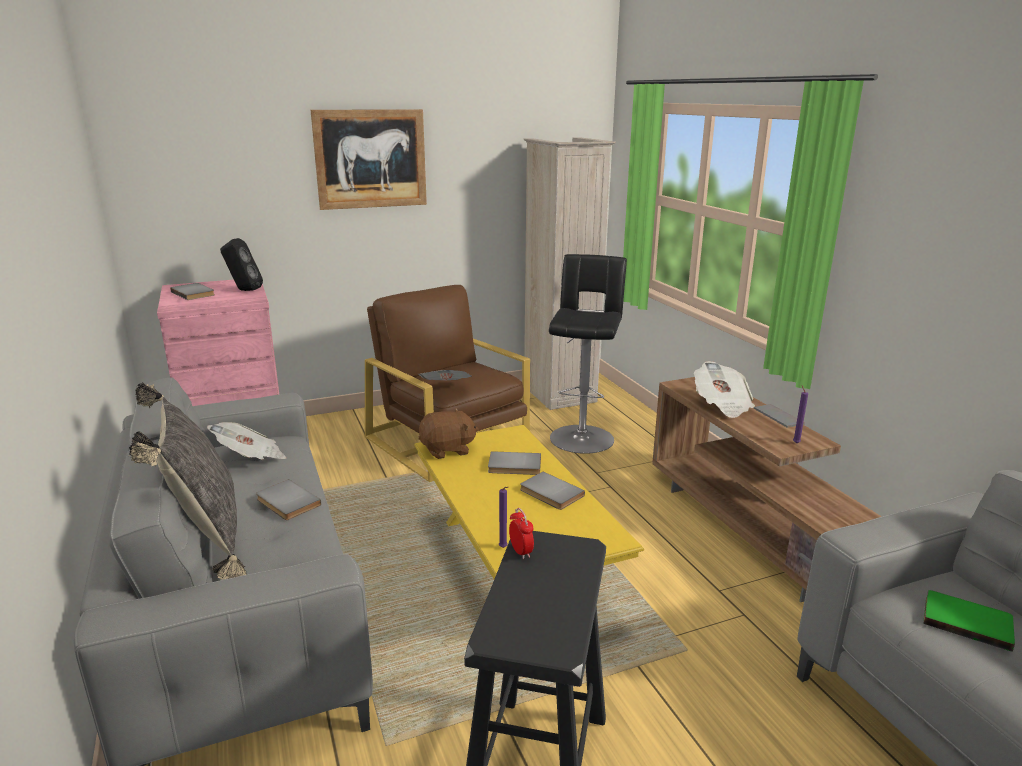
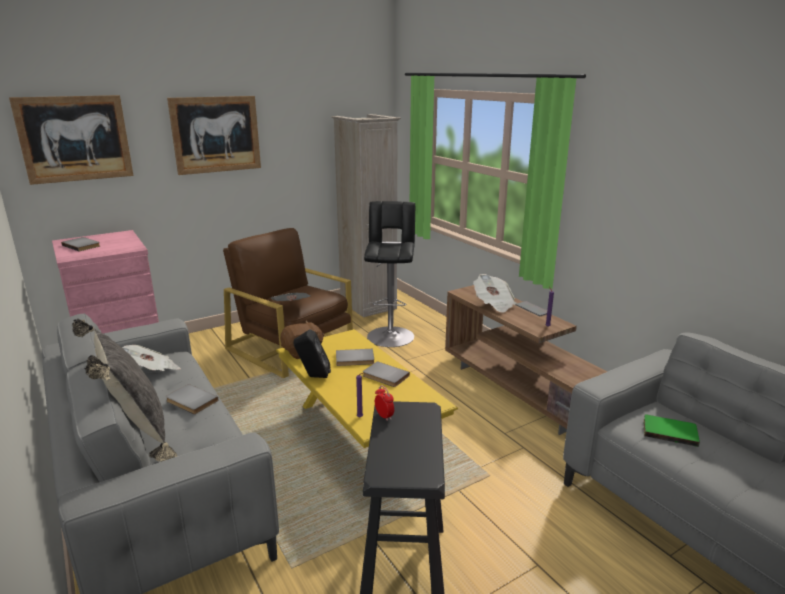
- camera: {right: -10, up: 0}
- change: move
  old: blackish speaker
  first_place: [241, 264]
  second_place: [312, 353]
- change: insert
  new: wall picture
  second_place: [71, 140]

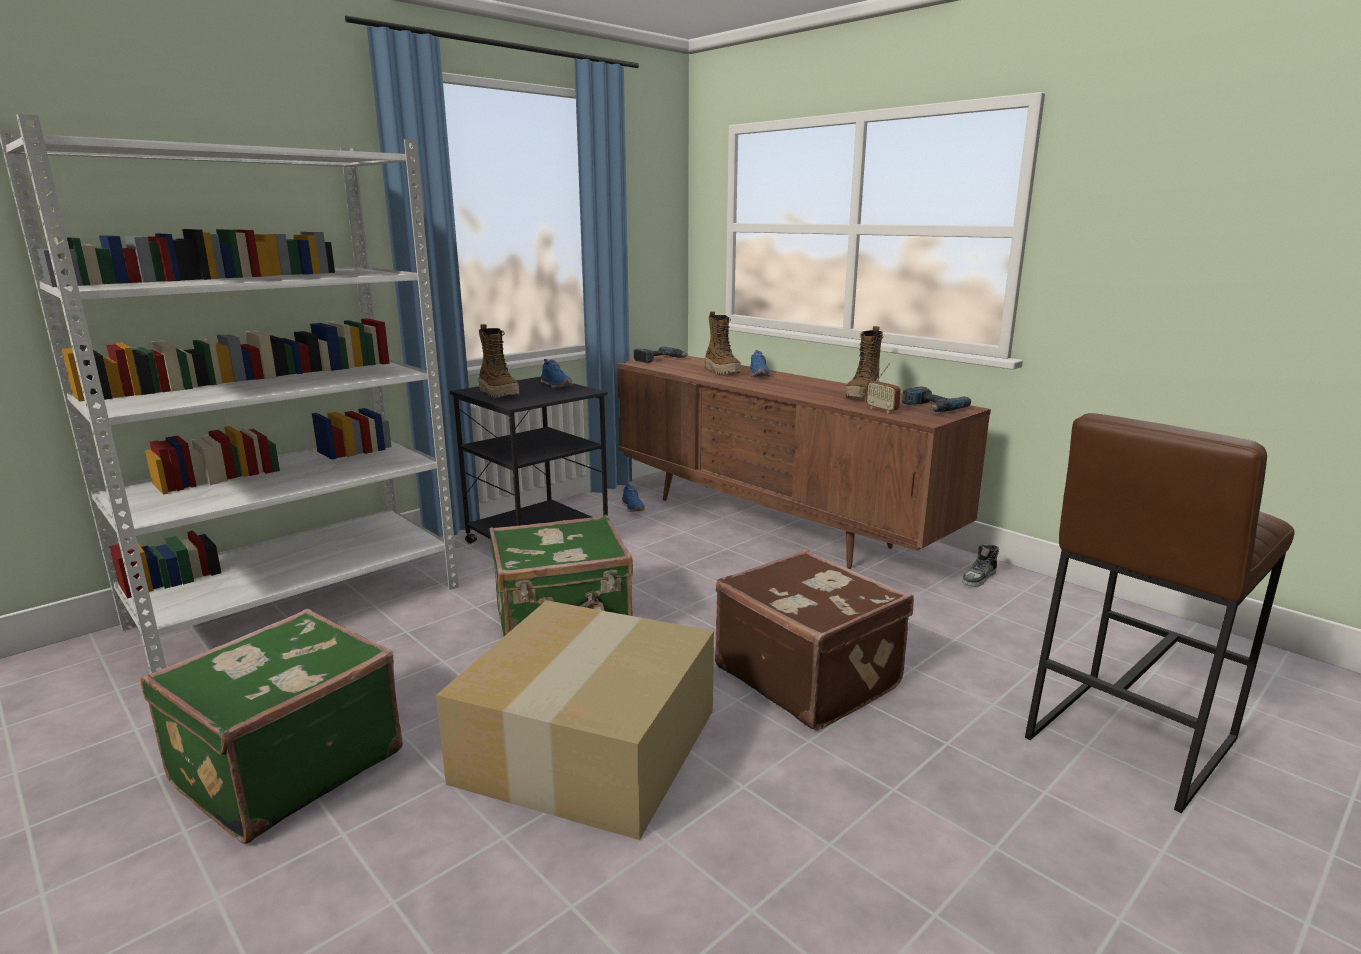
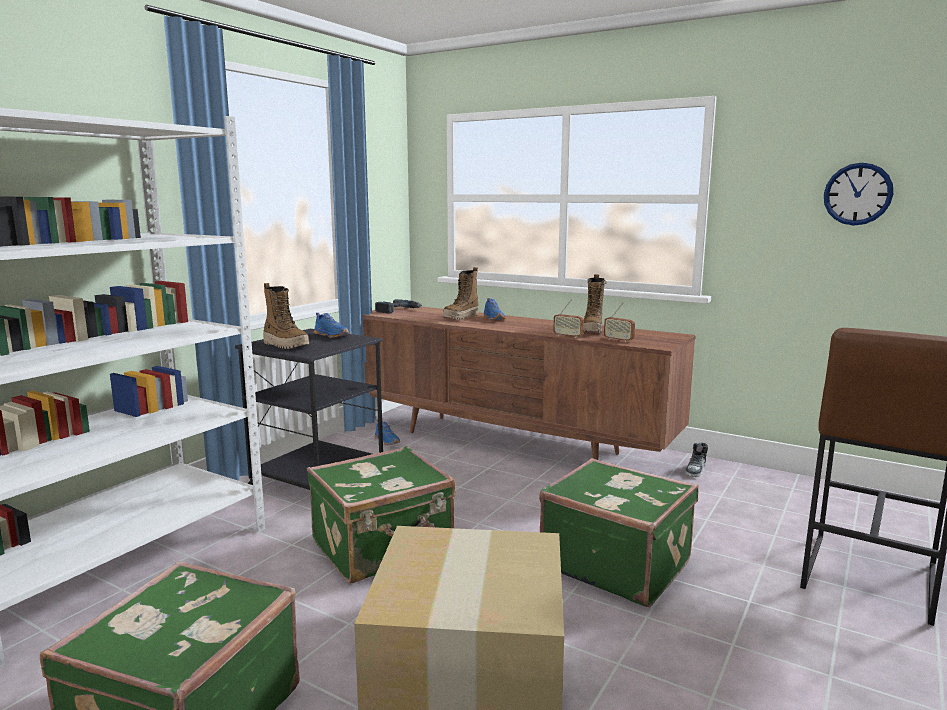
- camera: {right: -15, up: -5}
- change: rotate
  old: high-top boot
  first_place: [723, 343]
  second_place: [461, 293]
  degrees: 75
- change: delete
  old: electric drill
  first_place: [936, 399]
- change: recolor
  old: brown suitcase
  new: green-coloured suitcase
  first_place: [814, 640]
  second_place: [619, 532]
- change: insert
  new: hanging clock
  second_place: [858, 194]
- change: insert
  new: radio receiver
  second_place: [568, 318]

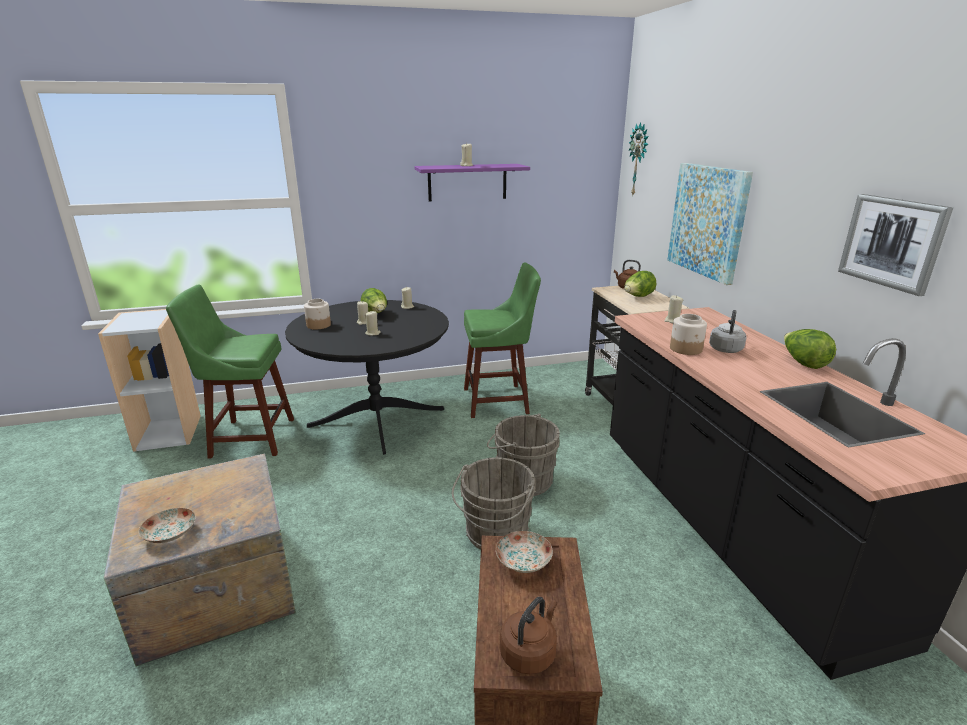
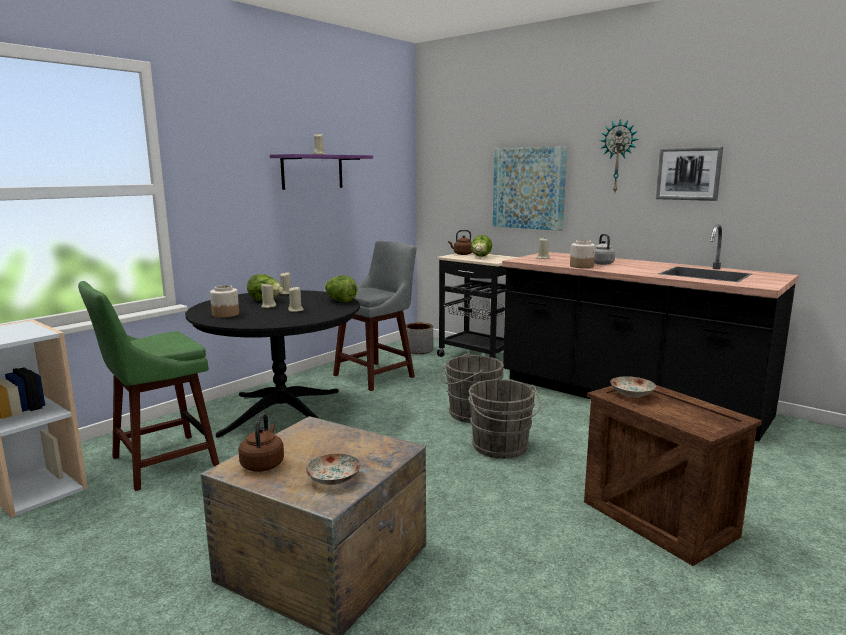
- camera: {right: -35, up: -10}
- change: move
  old: hanging clock
  first_place: [638, 159]
  second_place: [619, 155]
- change: recolor
  old: green-coloured plain chair
  new: grey plain chair
  first_place: [502, 340]
  second_place: [374, 316]
- change: move
  old: lettuce head
  first_place: [810, 349]
  second_place: [341, 289]
- change: move
  old: brown kettle
  first_place: [528, 635]
  second_place: [261, 442]
- change: insert
  new: grey flower pot
  second_place: [420, 338]

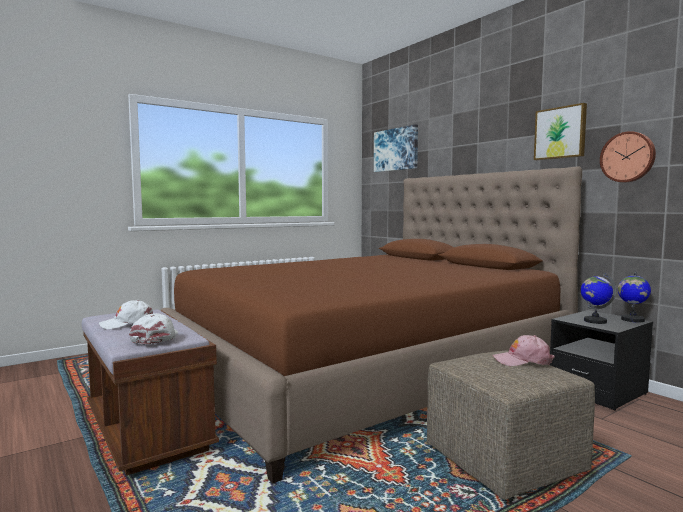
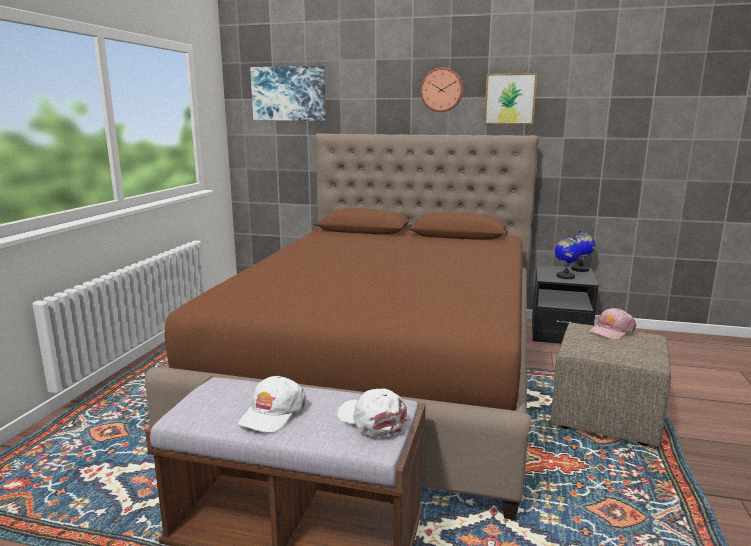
- camera: {right: -40, up: 10}
- change: move
  old: hanging clock
  first_place: [628, 156]
  second_place: [441, 89]

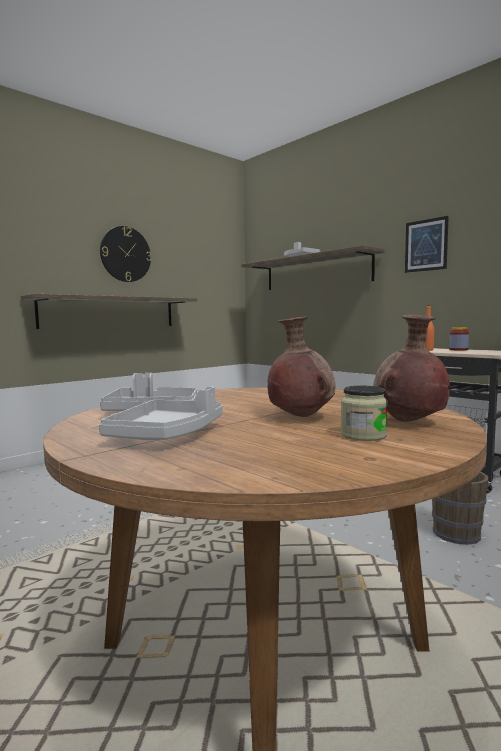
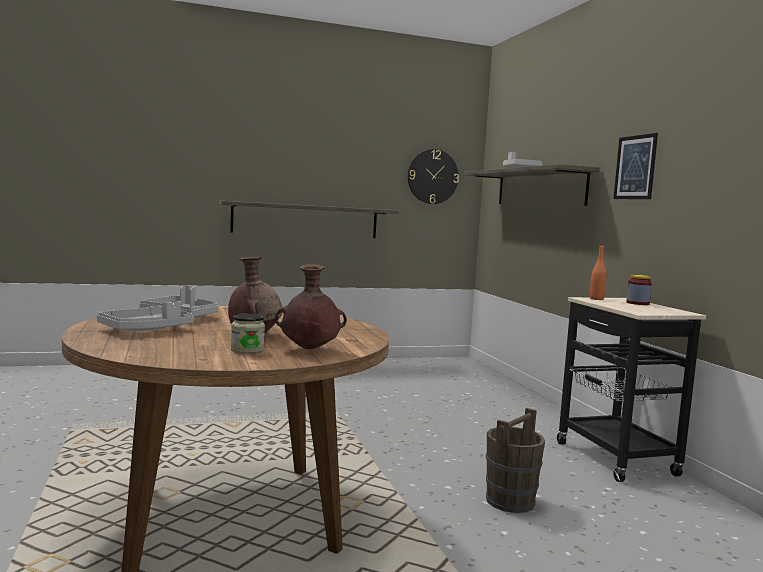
- camera: {right: 25, up: 0}
- change: move
  old: hanging clock
  first_place: [125, 254]
  second_place: [433, 176]

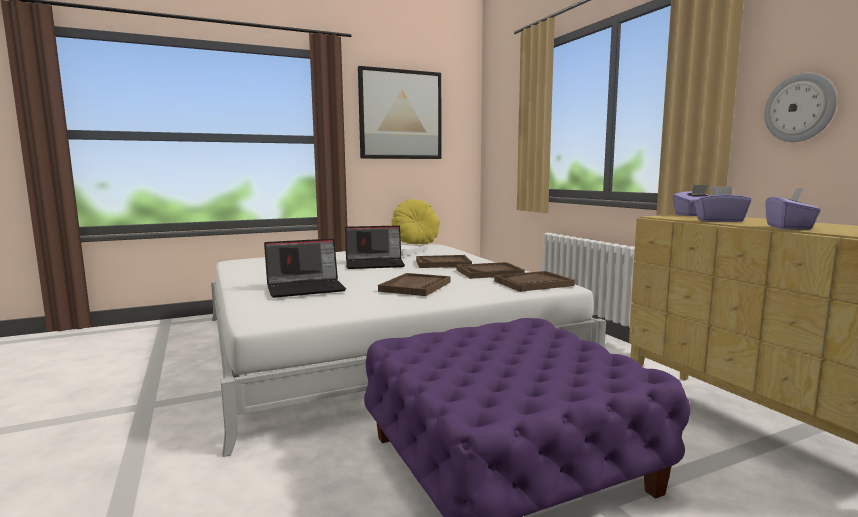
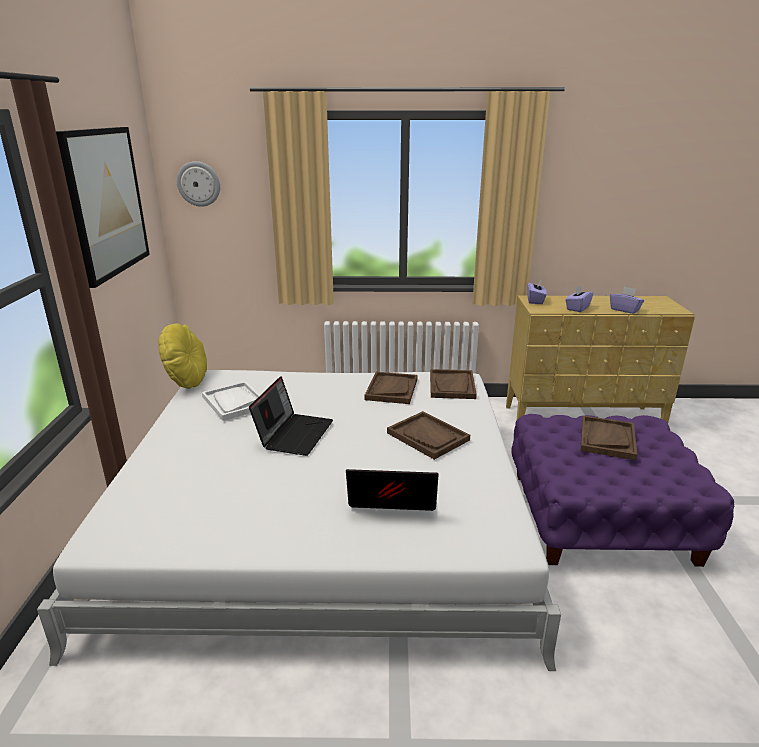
- camera: {right: -65, up: 15}
- change: move
  old: hanging clock
  first_place: [800, 107]
  second_place: [198, 184]
- change: rotate
  old: notebook computer
  first_place: [305, 268]
  second_place: [392, 490]
  degrees: -90
- change: move
  old: brown carrying tray
  first_place: [444, 261]
  second_place: [608, 437]

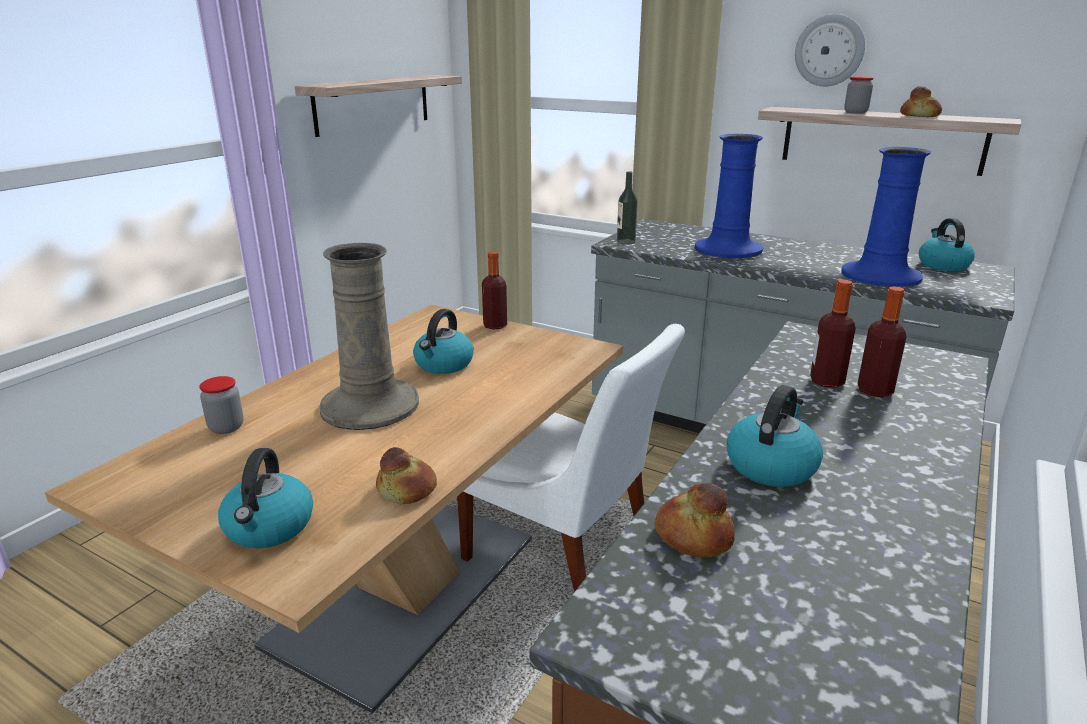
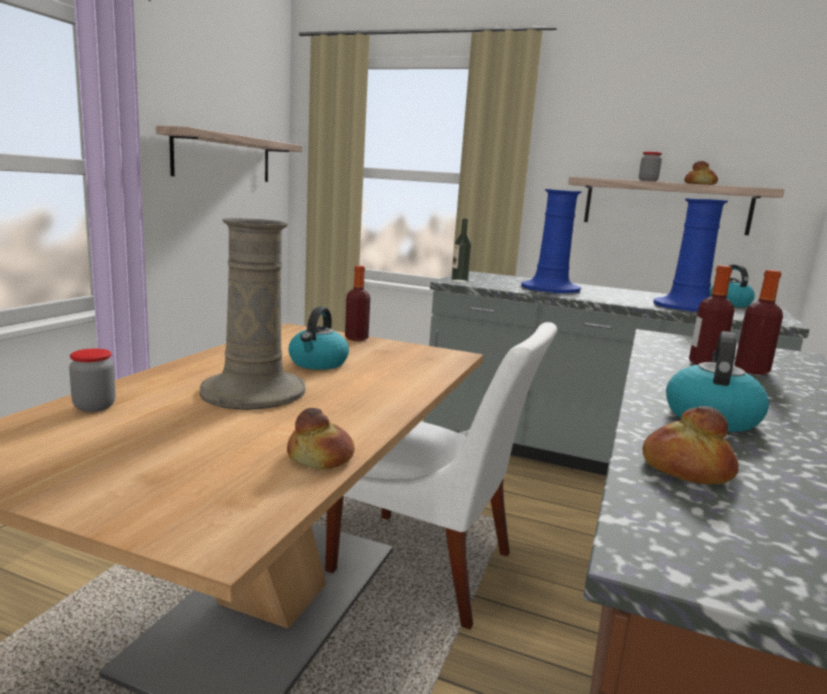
- camera: {right: -10, up: -10}
- change: delete
  old: hanging clock
  first_place: [830, 50]
- change: delete
  old: kettle
  first_place: [265, 498]

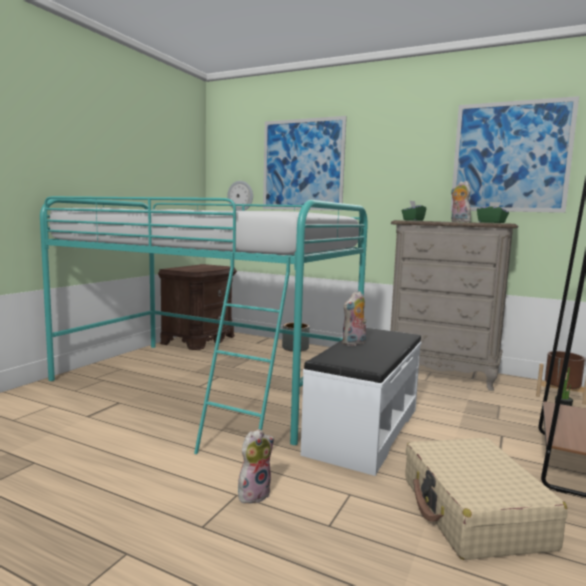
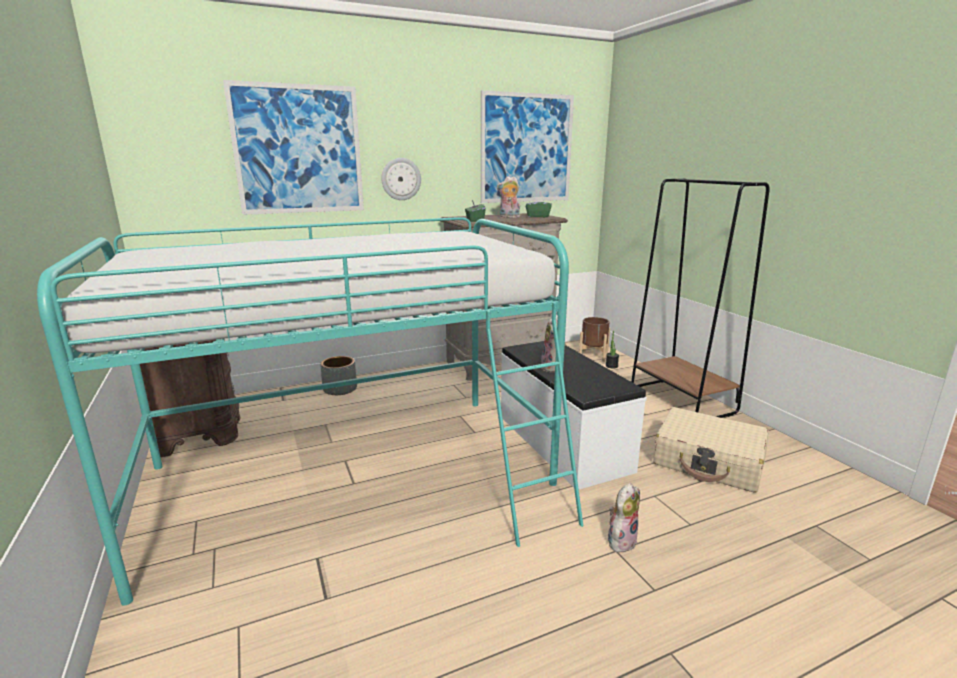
- camera: {right: -50, up: 10}
- change: move
  old: hanging clock
  first_place: [240, 196]
  second_place: [401, 179]
- change: rotate
  old: plush toy
  first_place: [256, 466]
  second_place: [624, 518]
  degrees: 45

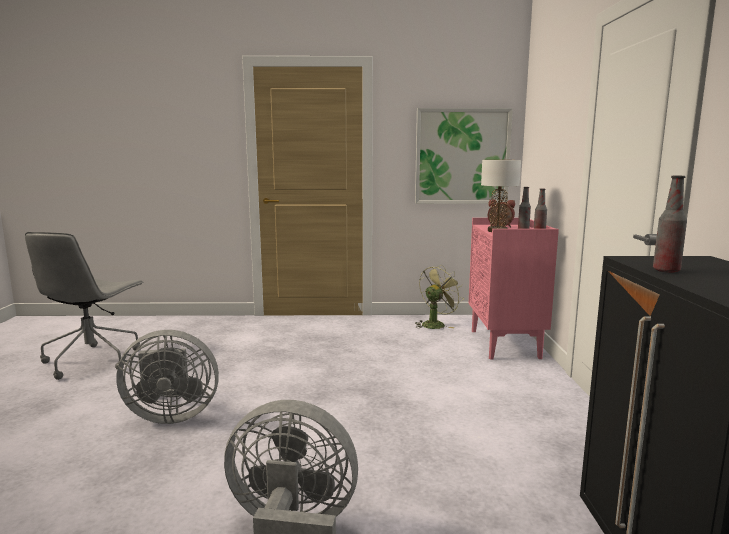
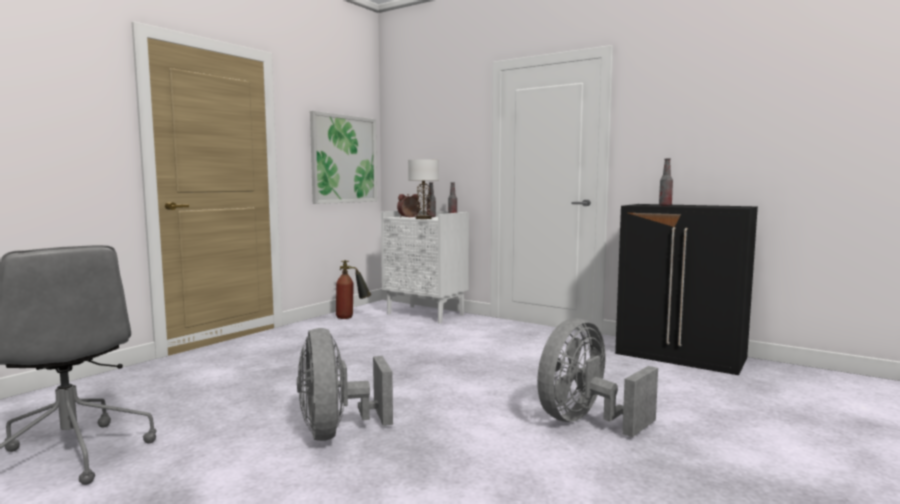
- camera: {right: -55, up: -5}
- change: recolor
  old: pinkish cabinet
  new: white cabinet
  first_place: [514, 288]
  second_place: [425, 267]
- change: replace
  old: green-coloured fan
  new: fire extinguisher
  first_place: [439, 297]
  second_place: [353, 289]
- change: rotate
  old: grey fan
  first_place: [167, 377]
  second_place: [345, 384]
  degrees: 135

